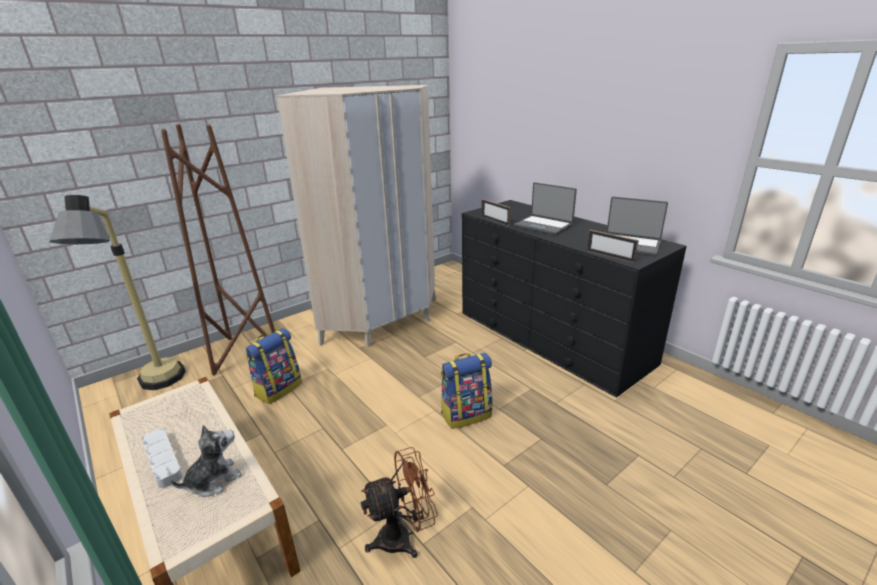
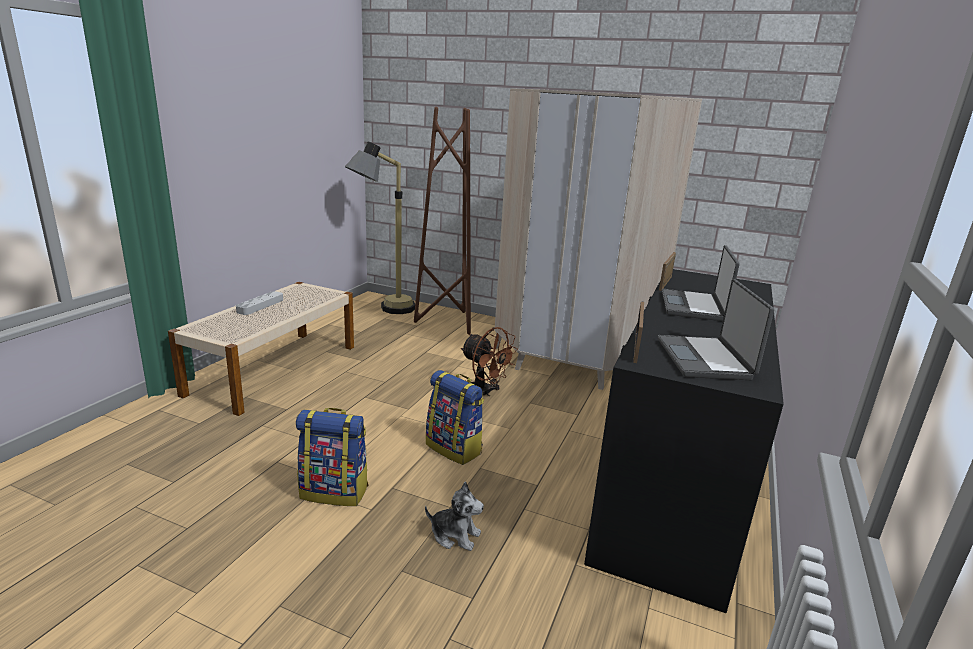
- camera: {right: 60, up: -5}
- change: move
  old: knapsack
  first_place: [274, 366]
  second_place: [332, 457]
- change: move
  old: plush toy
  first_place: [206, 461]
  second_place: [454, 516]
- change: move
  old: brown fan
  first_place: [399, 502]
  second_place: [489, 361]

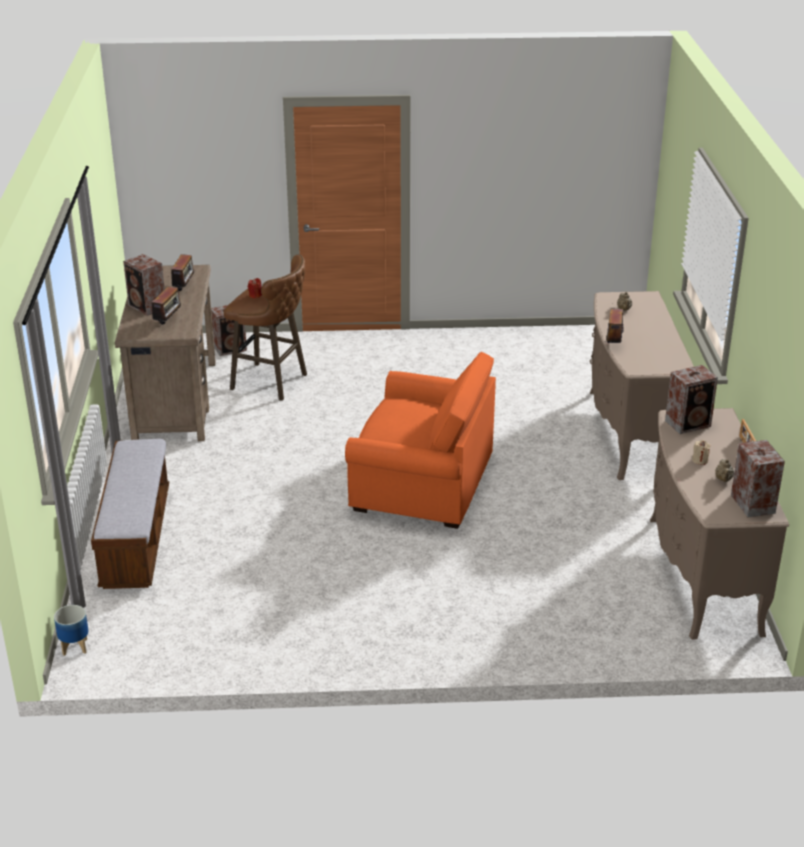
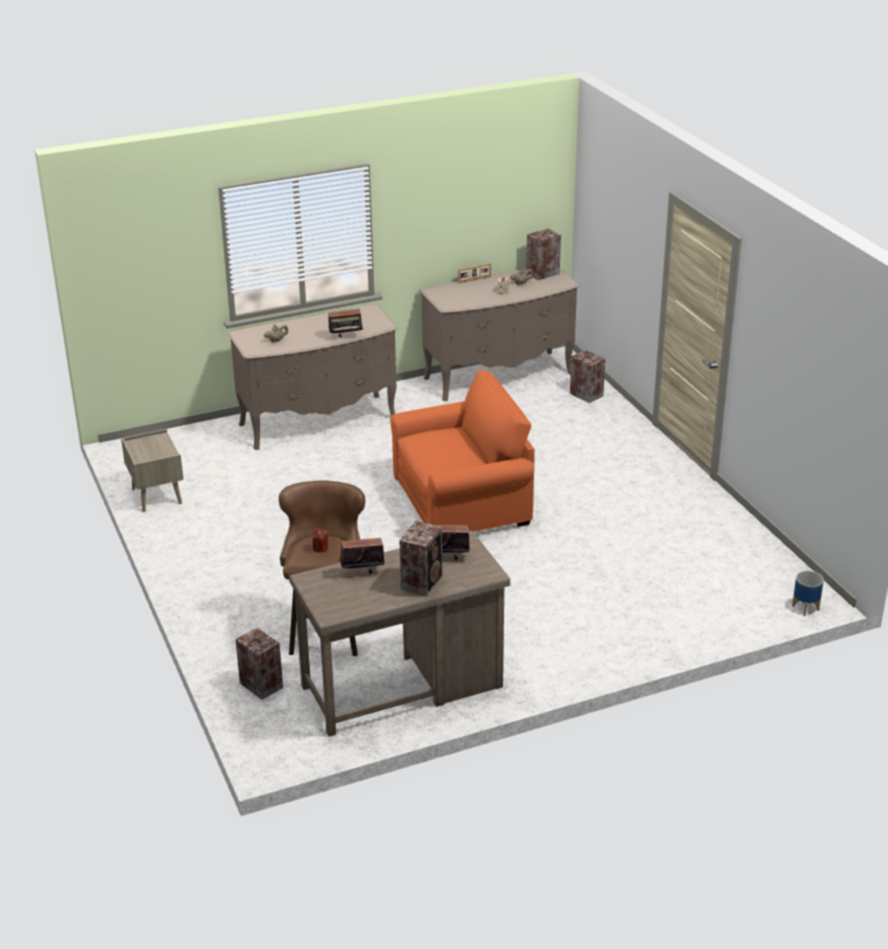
- camera: {right: -110, up: 0}
- change: rotate
  old: orange lounge chair
  first_place: [420, 440]
  second_place: [462, 451]
  degrees: 75
- change: move
  old: speaker
  first_place: [691, 399]
  second_place: [587, 376]
- change: delete
  old: bench
  first_place: [130, 514]
- change: insert
  new: sand-coloured night table
  second_place: [152, 470]

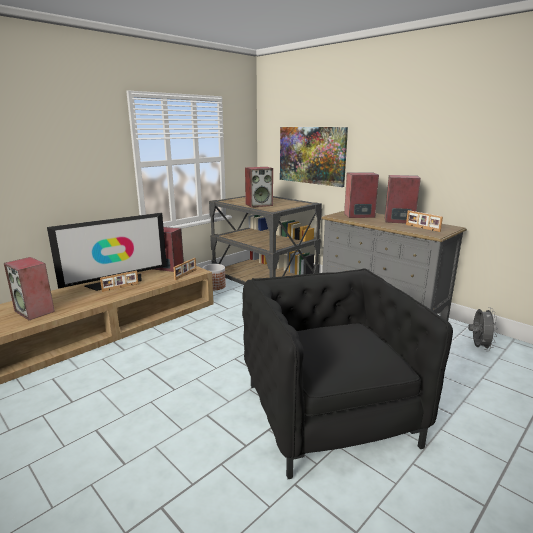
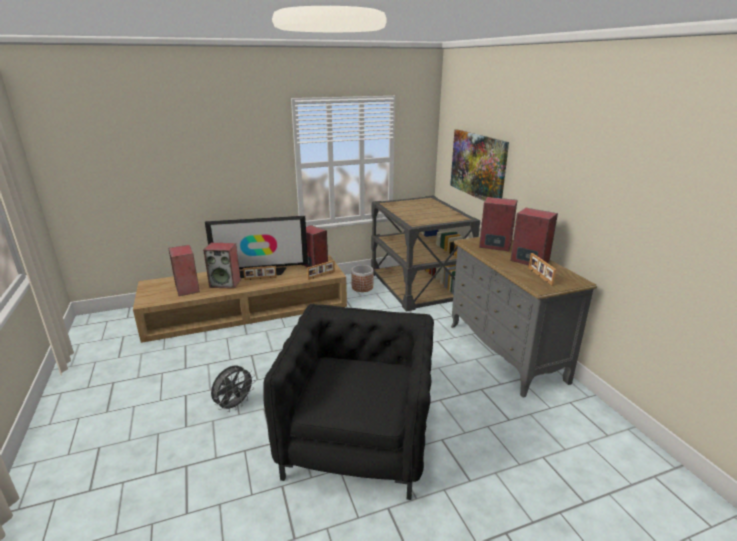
- camera: {right: 25, up: 5}
- change: move
  old: speaker
  first_place: [259, 187]
  second_place: [222, 266]
- change: move
  old: grey fan
  first_place: [483, 329]
  second_place: [233, 389]

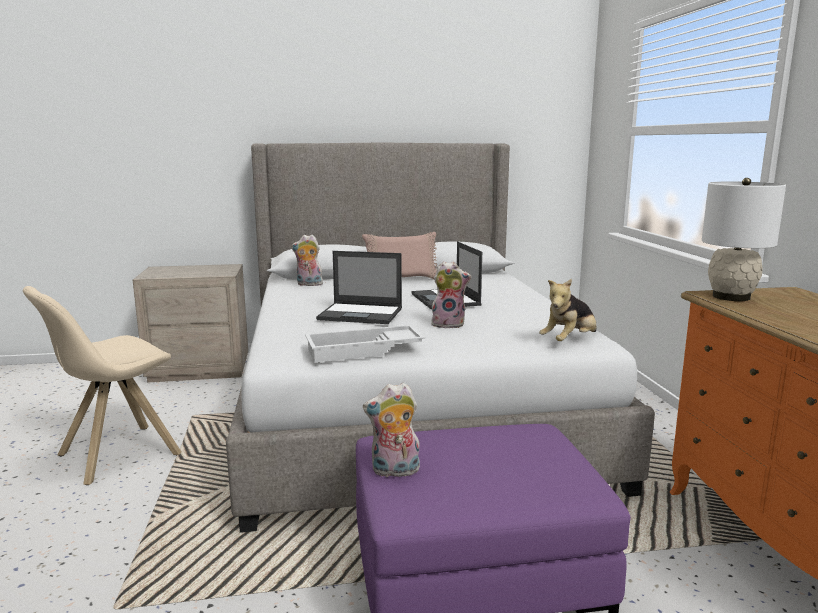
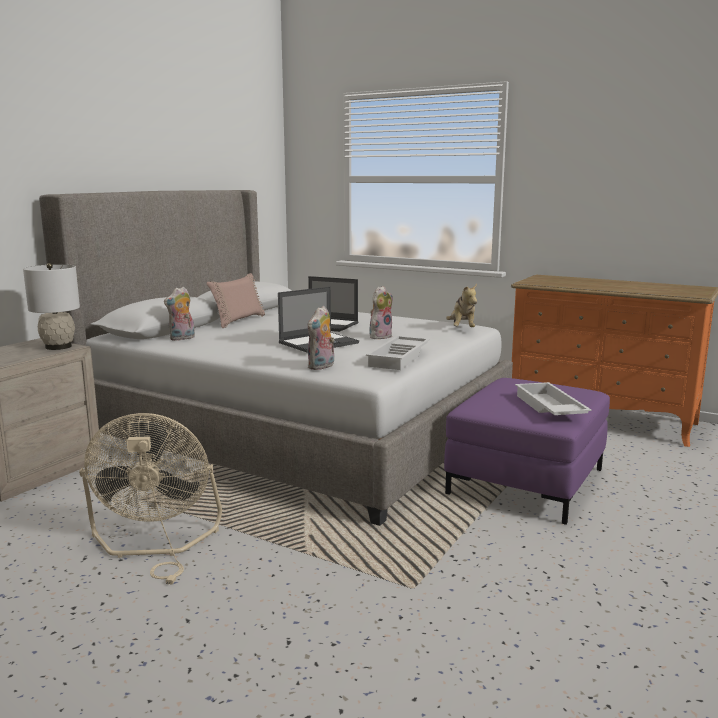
- camera: {right: -50, up: 0}
- change: move
  old: white tabletop lamp
  first_place: [744, 239]
  second_place: [51, 306]
- change: replace
  old: sand-coloured plain chair
  new: sand-coloured fan
  first_place: [102, 385]
  second_place: [150, 498]
- change: move
  old: plush toy
  first_place: [391, 429]
  second_place: [321, 338]
- change: insert
  new: white carrying tray
  second_place: [553, 398]

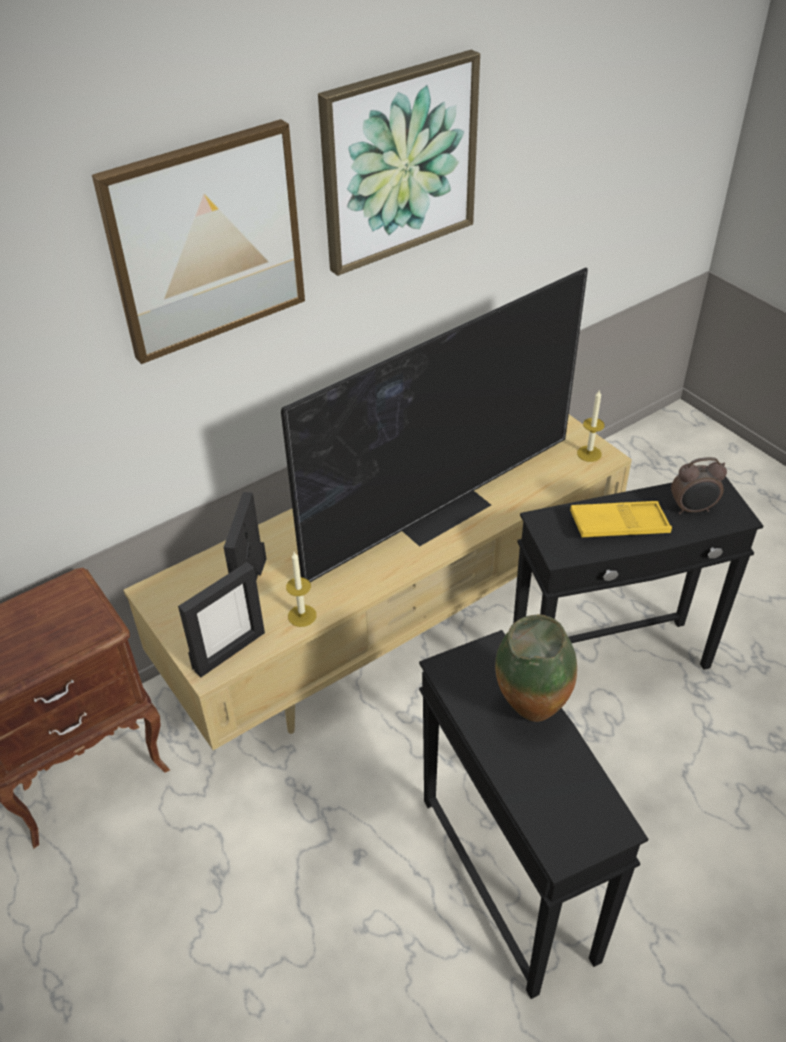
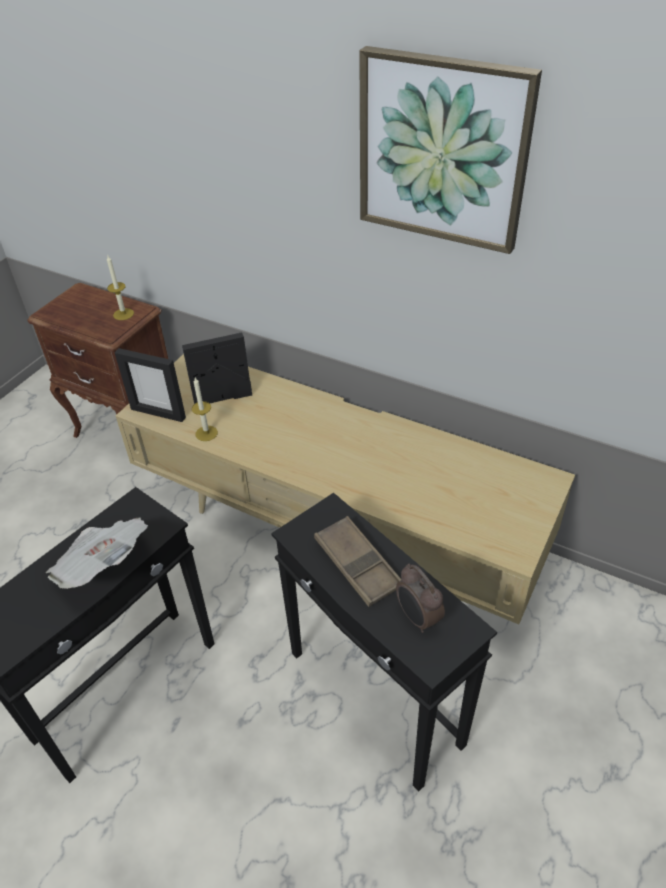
- camera: {right: 65, up: 0}
- change: delete
  old: wall picture
  first_place: [198, 241]
- change: delete
  old: television
  first_place: [434, 424]
- change: move
  old: candle
  first_place: [591, 426]
  second_place: [120, 287]
- change: recolor
  old: yellow carrying tray
  new: brown carrying tray
  first_place: [621, 519]
  second_place: [357, 561]
- change: replace
  old: decorative vase
  new: printed paper
  first_place: [536, 668]
  second_place: [97, 553]

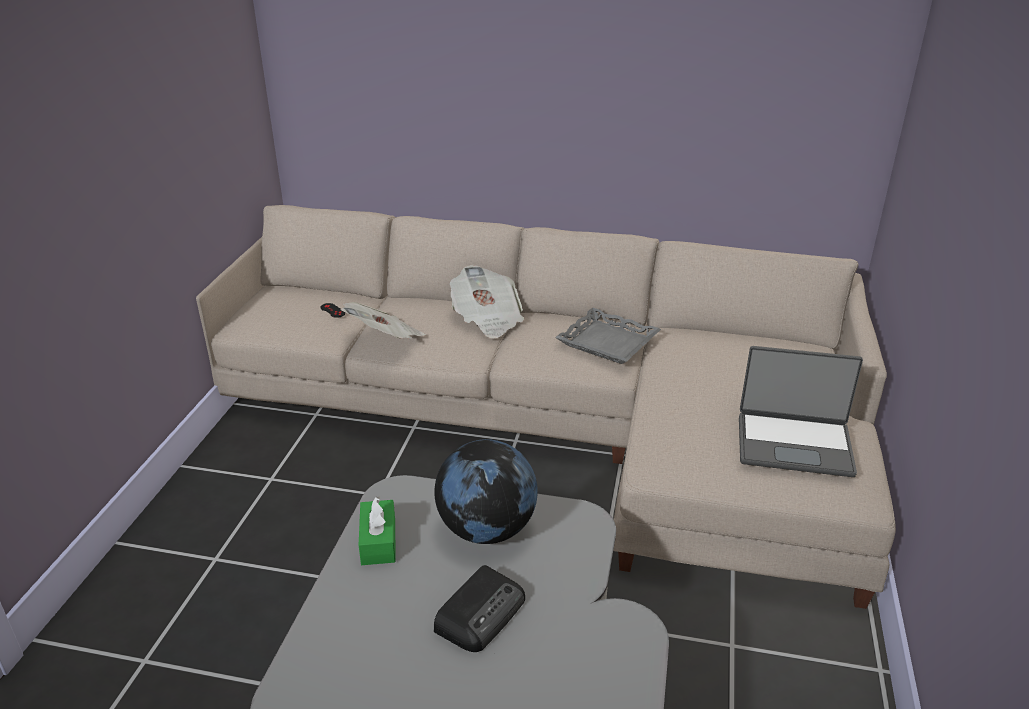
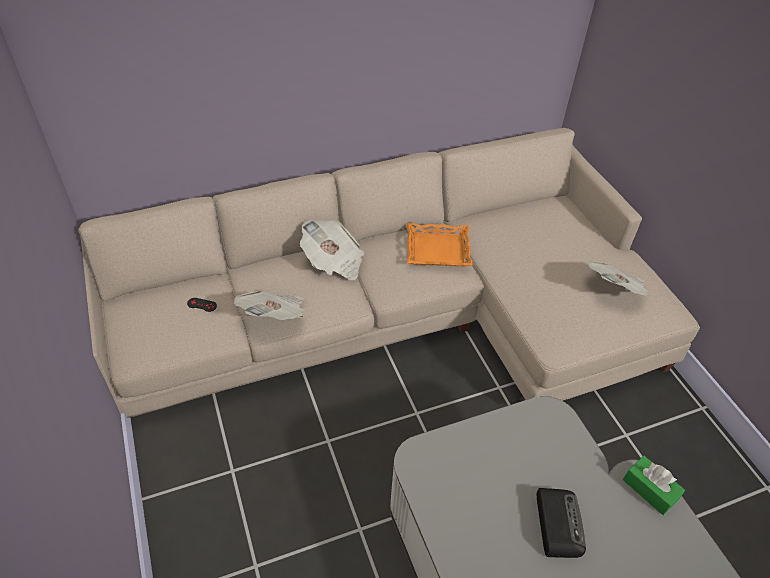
- camera: {right: -35, up: 15}
- change: recolor
  old: grey carrying tray
  new: orange carrying tray
  first_place: [608, 336]
  second_place: [440, 244]
- change: replace
  old: notebook computer
  new: printed paper
  first_place: [801, 411]
  second_place: [618, 278]
- change: delete
  old: desk globe
  first_place: [486, 491]
- change: move
  old: green-coloured box of tissues
  first_place: [377, 531]
  second_place: [654, 485]

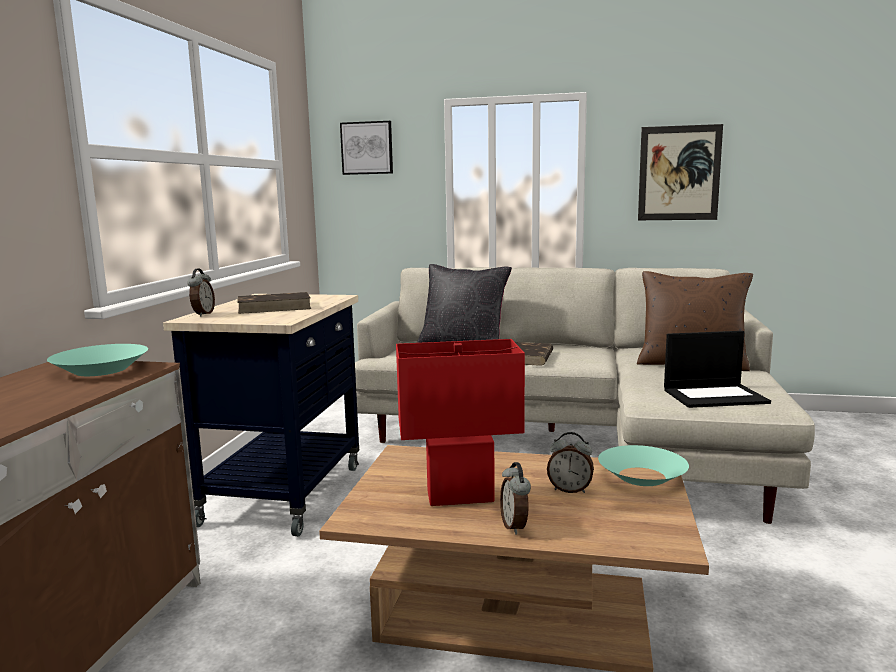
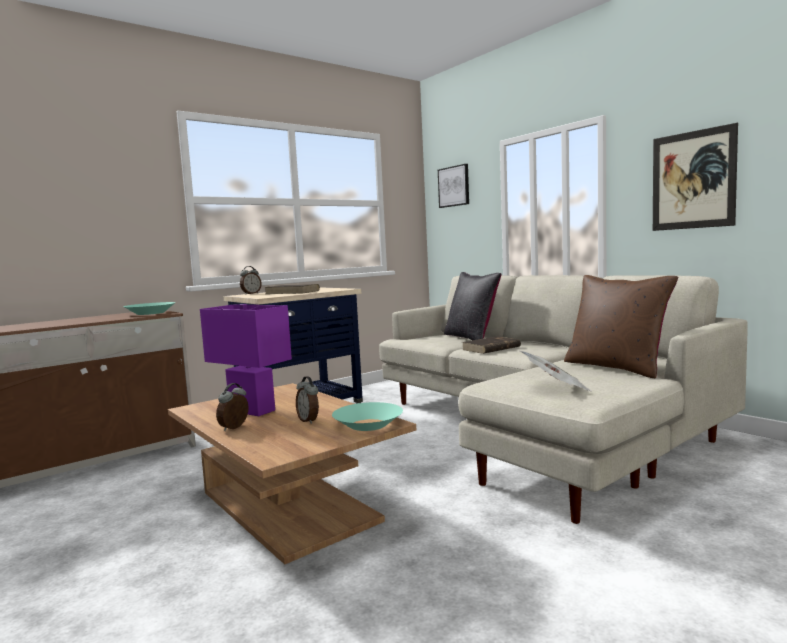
- camera: {right: 40, up: -5}
- change: replace
  old: notebook computer
  new: printed paper
  first_place: [717, 369]
  second_place: [556, 371]
- change: recolor
  old: red-coloured tabletop lamp
  new: purple-coloured tabletop lamp
  first_place: [460, 422]
  second_place: [246, 360]

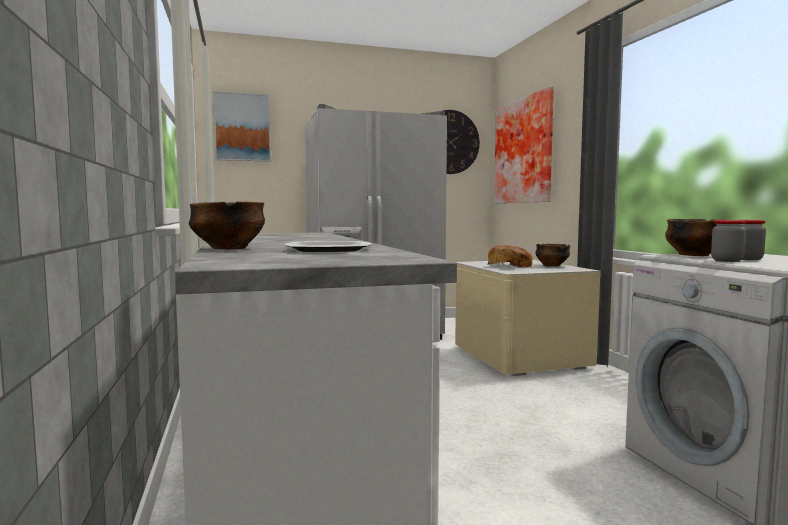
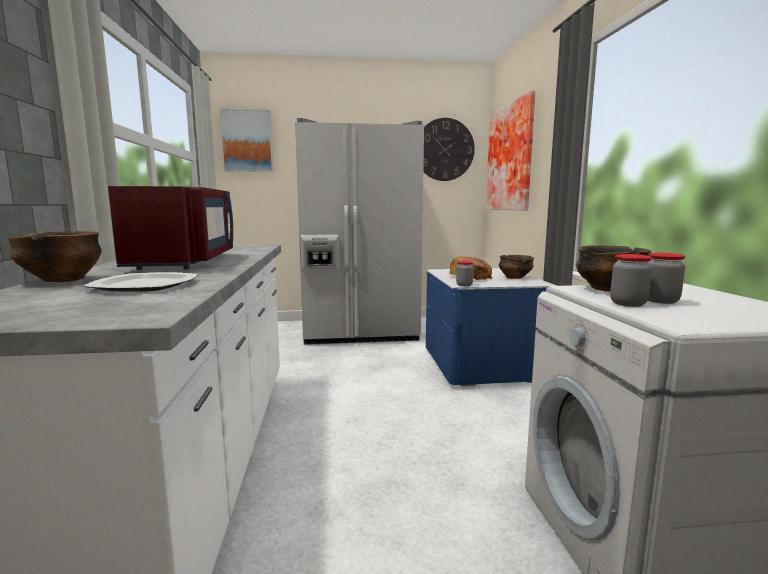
- camera: {right: 10, up: 5}
- change: recolor
  old: sand-coloured night table
  new: blue-coloured night table
  first_place: [528, 318]
  second_place: [491, 327]
- change: insert
  new: red-coloured kitchen microwave
  second_place: [170, 228]
- change: insert
  new: jar
  second_place: [465, 273]

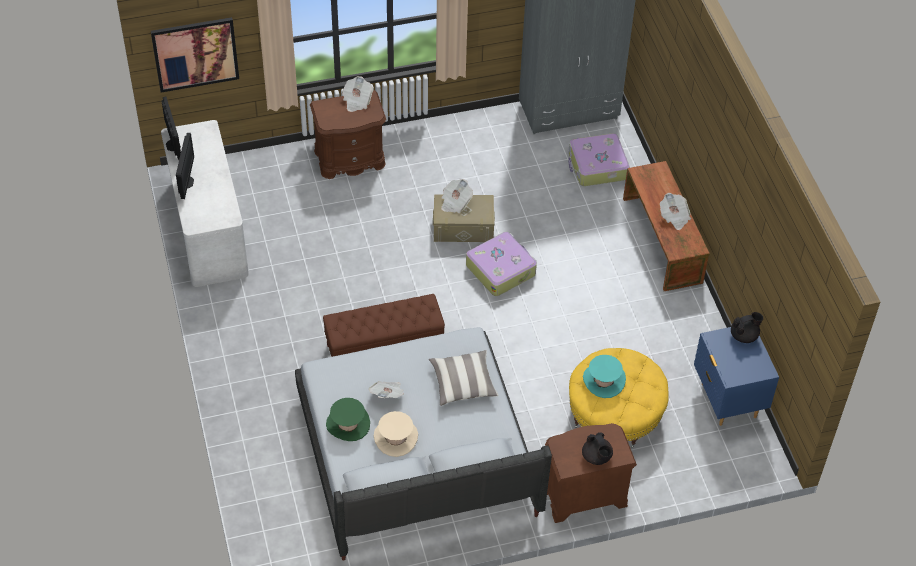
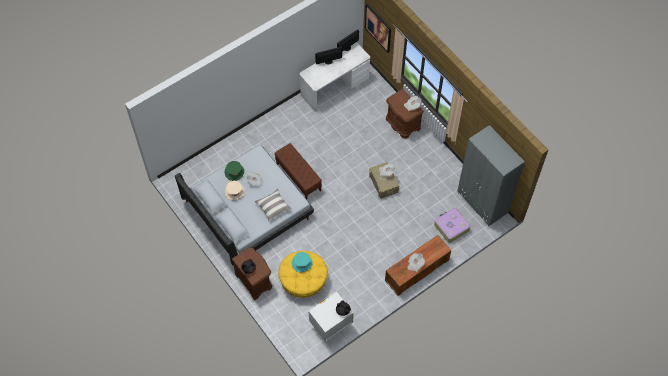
- camera: {right: 70, up: 10}
- change: delete
  old: suitcase
  first_place: [501, 264]
- change: recolor
  old: blue-coloured night table
  new: white night table
  first_place: [736, 376]
  second_place: [331, 317]

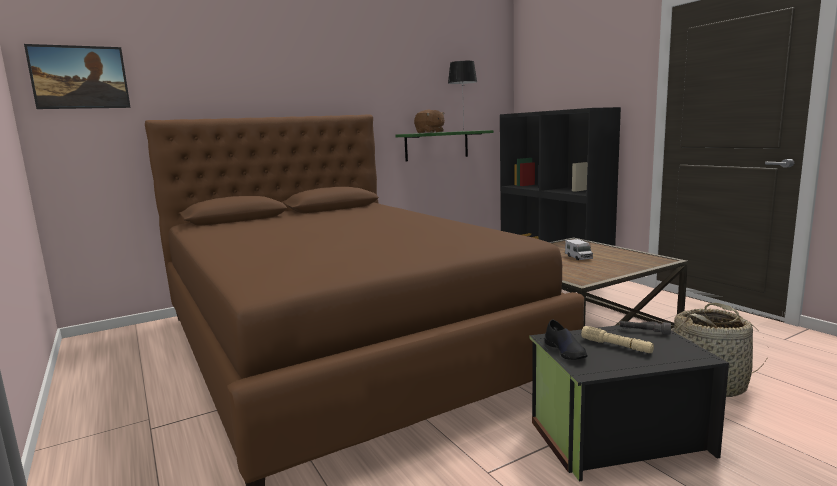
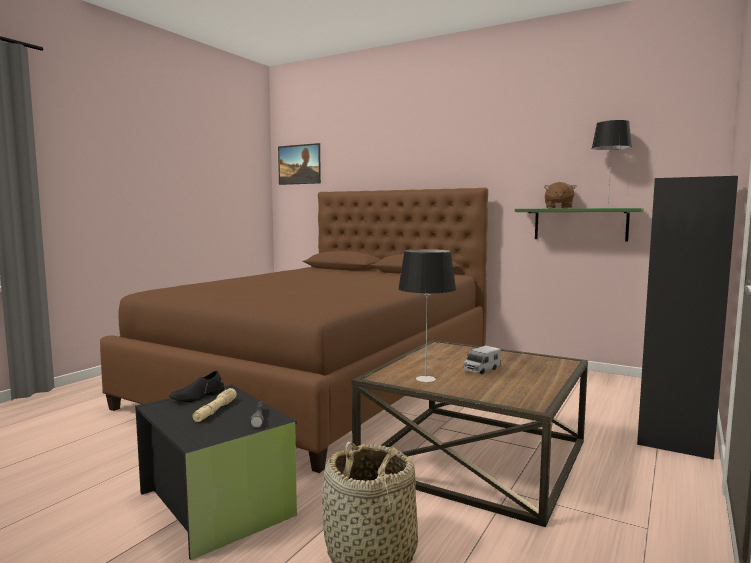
- camera: {right: 60, up: -5}
- change: insert
  new: tabletop lamp
  second_place: [427, 315]

